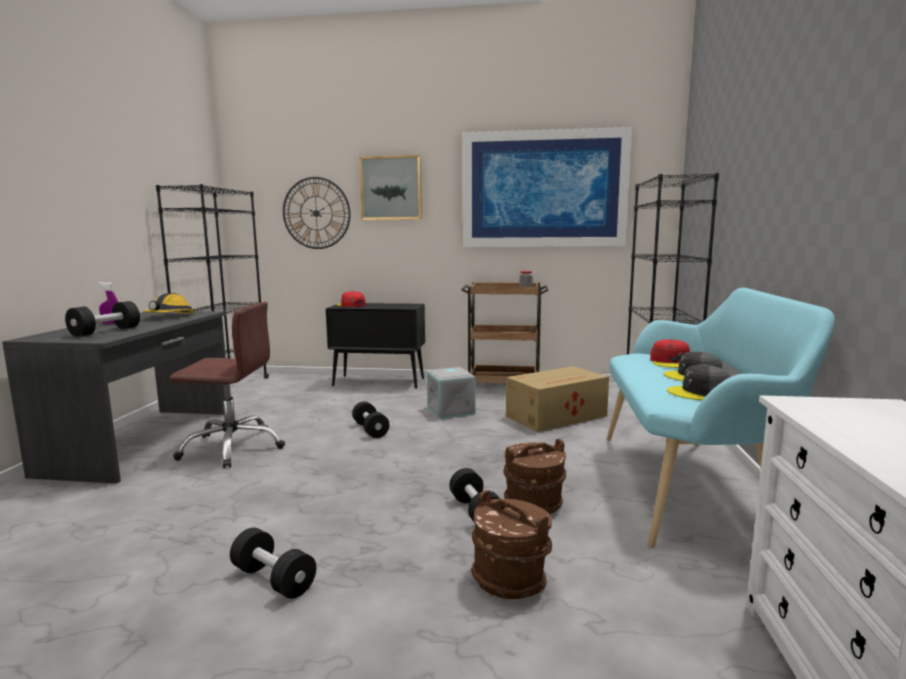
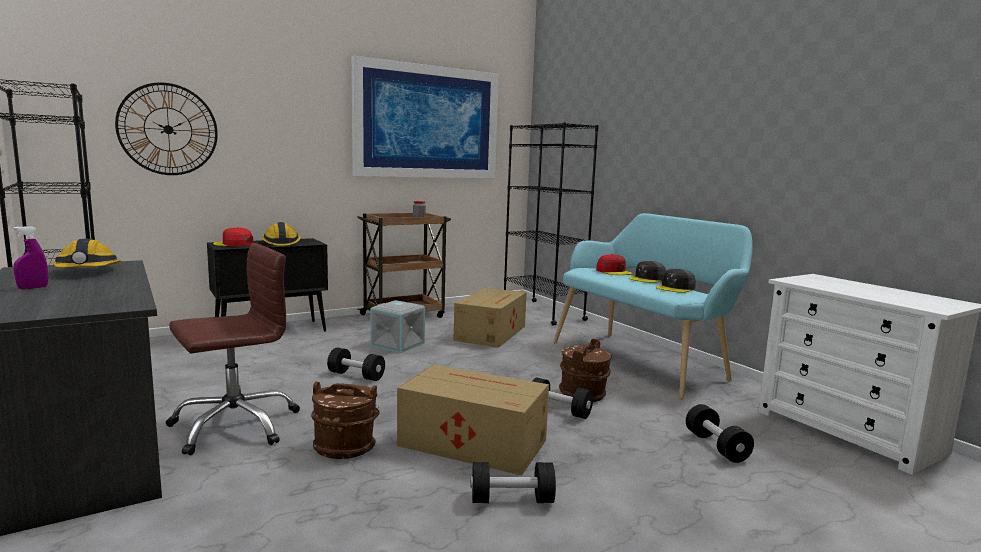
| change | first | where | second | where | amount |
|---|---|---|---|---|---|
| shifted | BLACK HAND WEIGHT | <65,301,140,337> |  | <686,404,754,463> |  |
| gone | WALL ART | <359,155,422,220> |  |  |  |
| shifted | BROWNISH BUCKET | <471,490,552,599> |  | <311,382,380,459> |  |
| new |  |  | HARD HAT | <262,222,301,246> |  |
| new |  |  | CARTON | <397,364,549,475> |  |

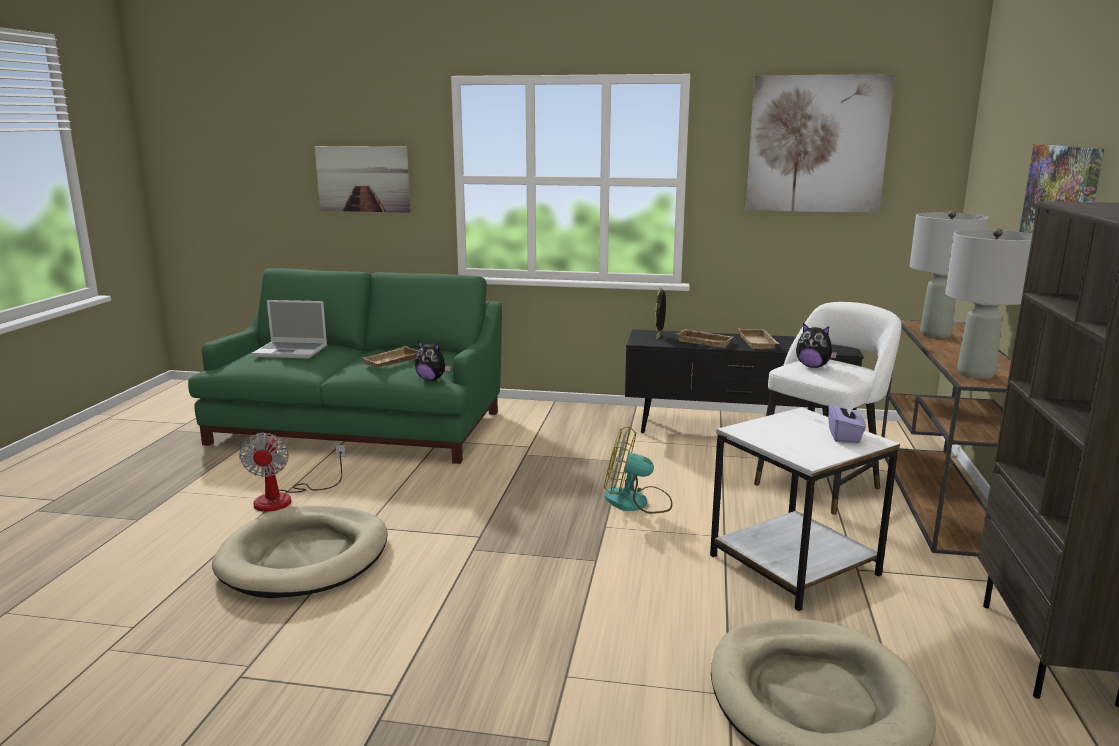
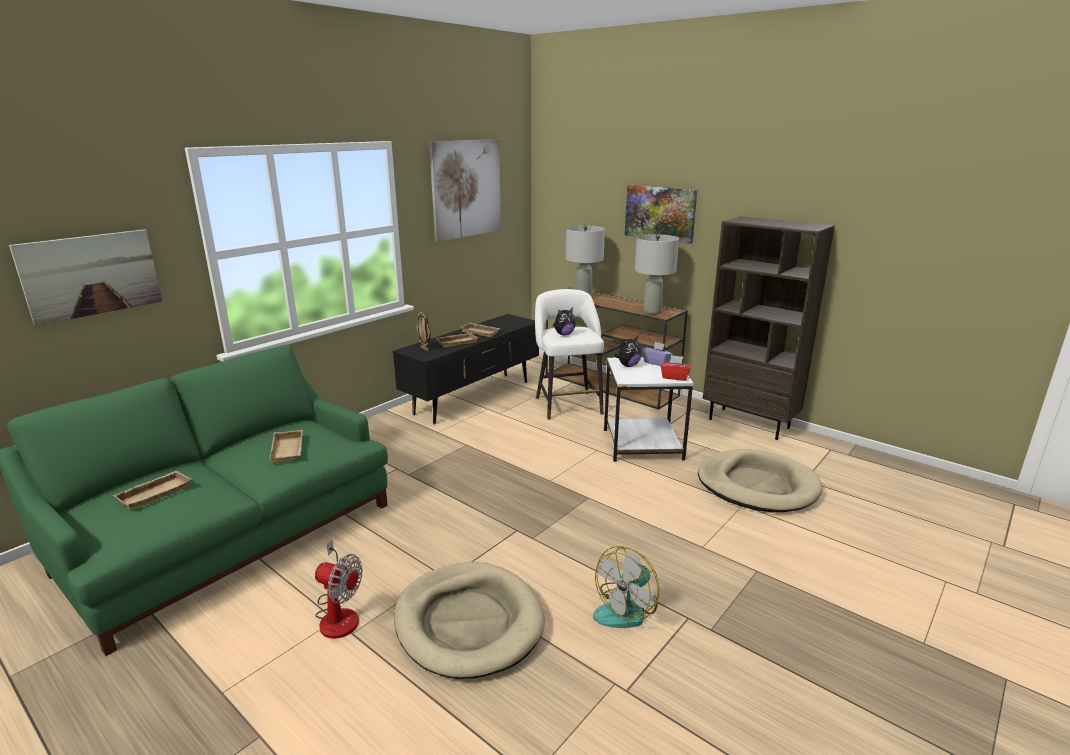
| change | first | where | second | where | amount |
|---|---|---|---|---|---|
| swapped | PORTABLE COMPUTER | <252,300,327,358> | BEIGE SERVING TRAY | <113,471,192,510> |  |
| shifted | PLUSH TOY | <415,341,451,381> |  | <614,336,641,367> |  |
| shifted | ELECTRIC FAN | <604,426,673,514> |  | <593,546,659,628> |  |
| new |  |  | RED BOX OF TISSUES | <661,355,691,381> |  |

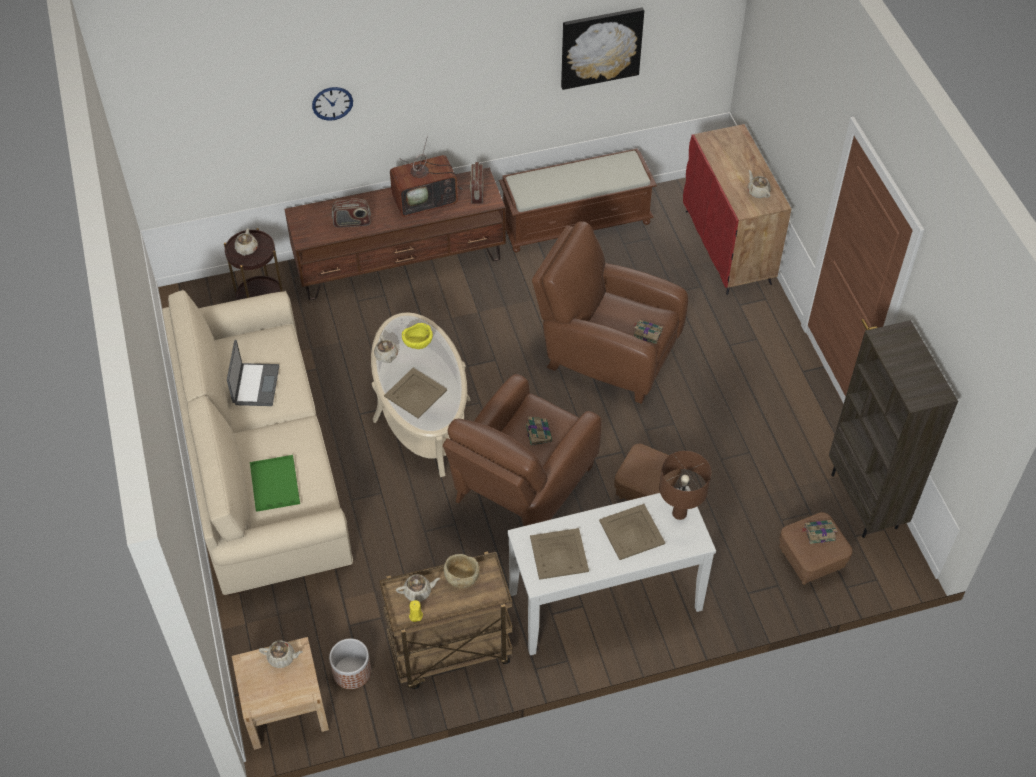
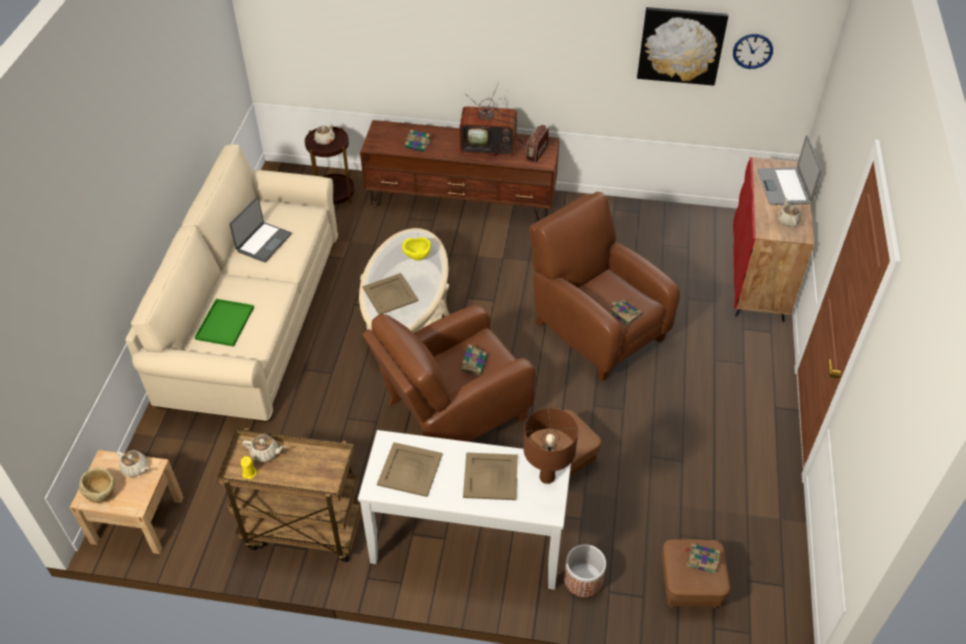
| change | first | where | second | where | amount |
|---|---|---|---|---|---|
| shifted | HANGING CLOCK | <312,87,353,121> |  | <733,34,773,69> |  |
| shifted | PLANT POT | <329,638,371,689> |  | <564,544,606,597> |  |
| swapped | RADIO | <332,198,371,227> | VOLUME | <405,130,431,152> |  |
| gone | BEIGE POT FOR TEA | <374,335,398,363> |  |  |  |
| shifted | BEIGE SERVING BOWL | <444,554,480,588> |  | <79,468,115,503> |  |
| gone | BROWNISH BENCH | <499,148,657,253> |  |  |  |
| gone | BROWNISH SHELVING UNIT | <829,320,958,538> |  |  |  |
| new |  |  | PORTABLE COMPUTER | <757,135,822,205> |  |

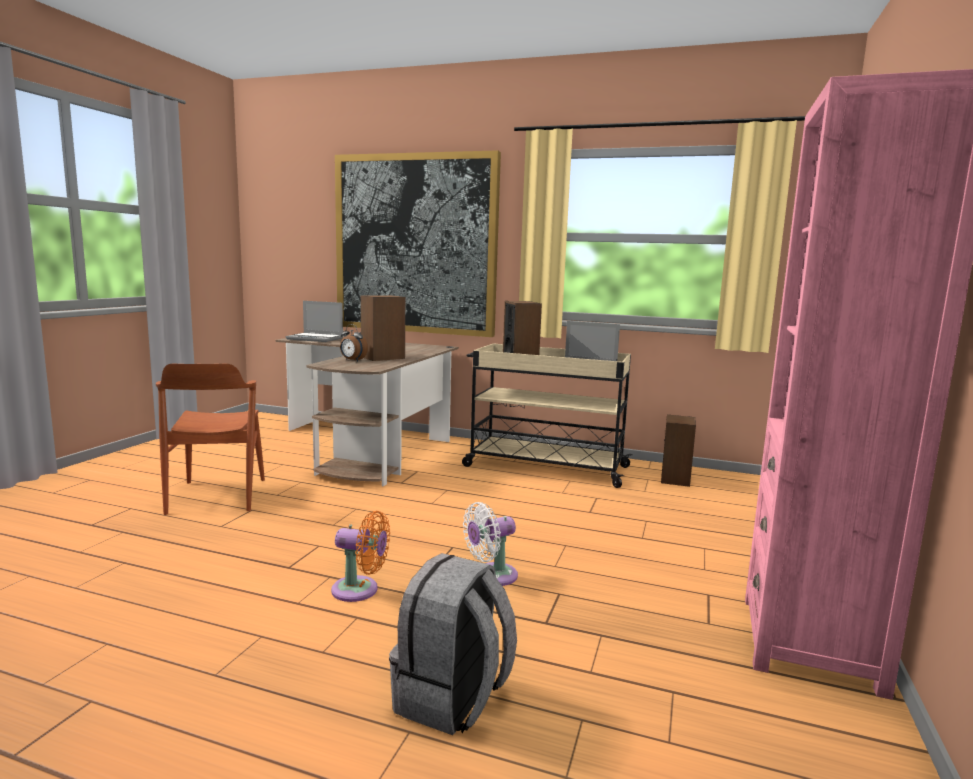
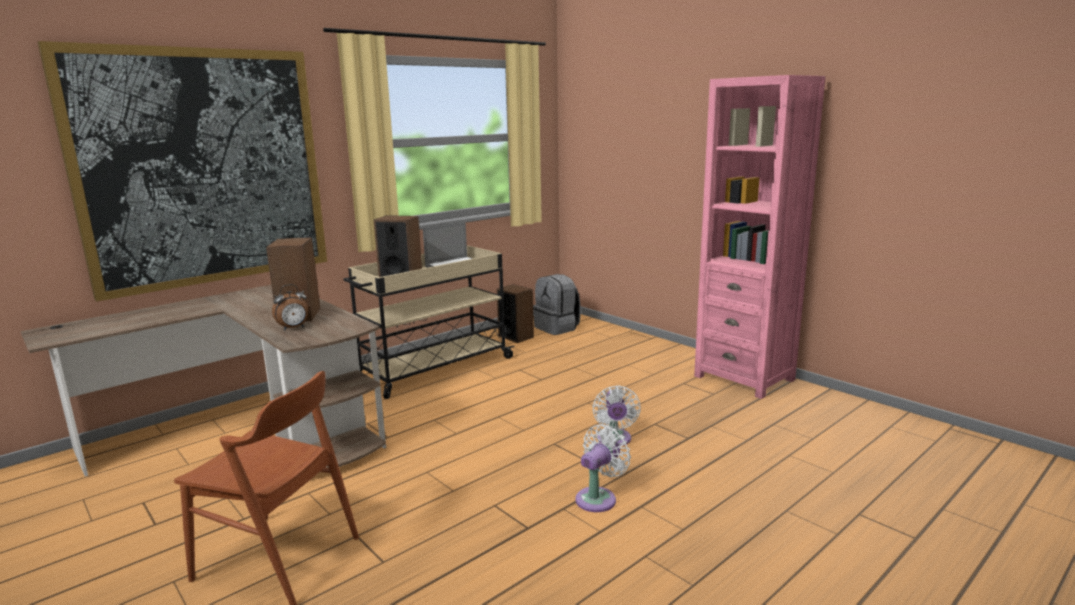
| change | first | where | second | where | amount |
|---|---|---|---|---|---|
| gone | PORTABLE COMPUTER | <286,301,343,342> |  |  |  |
| repainted | ORANGE-COLOURED ELECTRIC FAN | <331,511,390,602> | WHITE-COLOURED ELECTRIC FAN | <576,424,631,512> |  |
| shifted | GREY KNAPSACK | <389,553,517,735> |  | <533,274,581,335> |  |

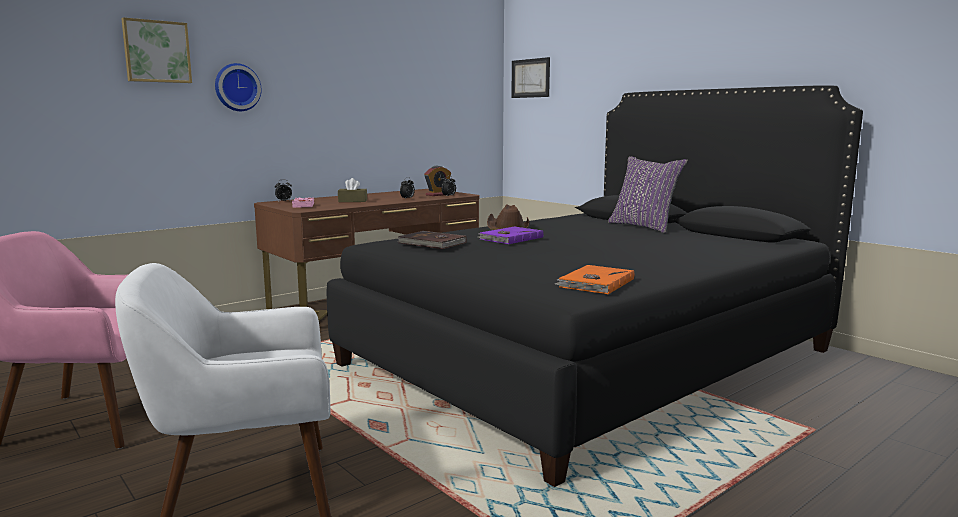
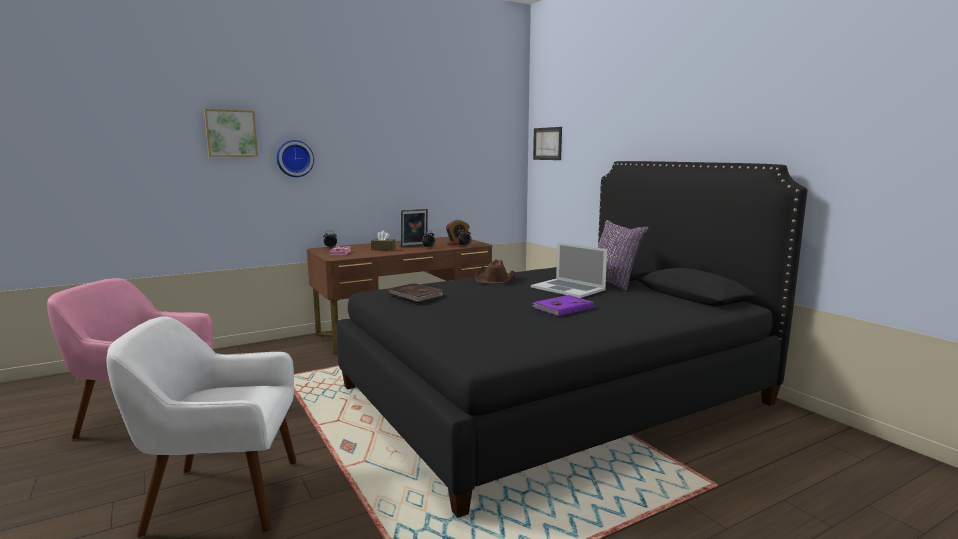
| change | first | where | second | where | amount |
|---|---|---|---|---|---|
| shifted | PURPLE-COLOURED VOLUME | <478,227,543,244> |  | <532,295,594,316> |  |
| gone | ORANGE-COLOURED VOLUME | <555,265,635,294> |  |  |  |
| new |  |  | PICTURE FRAME | <401,209,428,247> |  |
| new |  |  | PORTABLE COMPUTER | <531,242,607,298> |  |

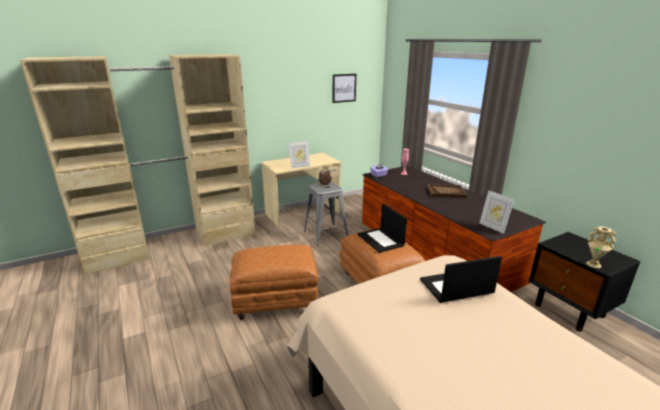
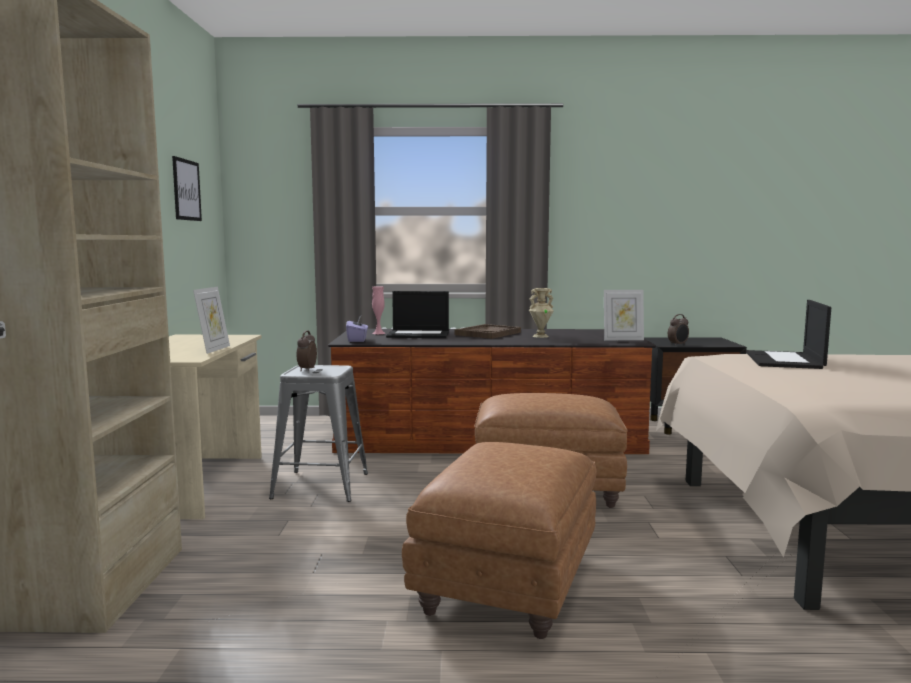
| change | first | where | second | where | amount |
|---|---|---|---|---|---|
| shifted | PORTABLE COMPUTER | <357,204,407,253> |  | <386,291,449,338> |  |
| shifted | BEIGE DECORATIVE VASE | <586,227,616,268> |  | <529,288,554,338> |  |
| new |  |  | ALARM CLOCK | <668,314,689,346> |  |

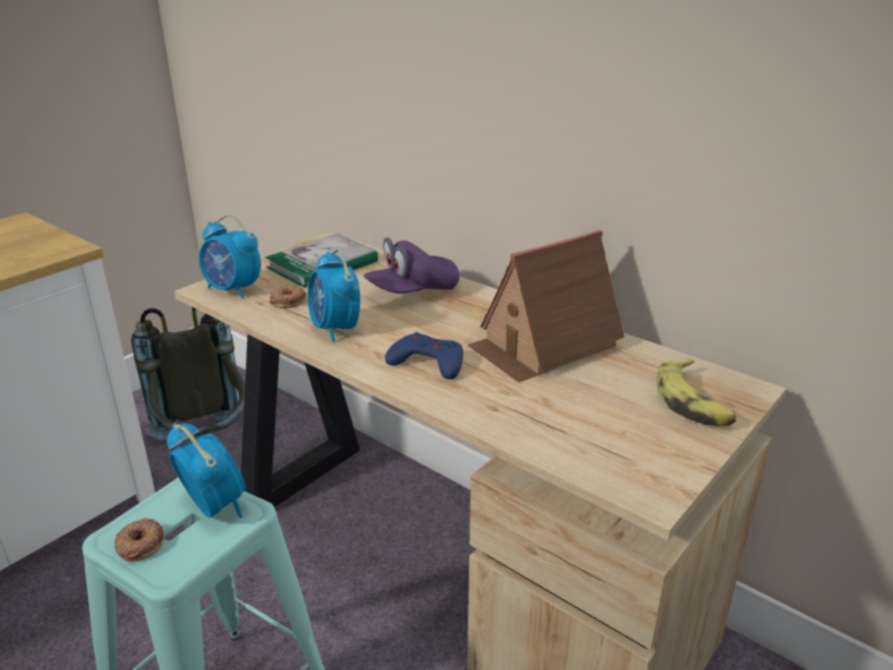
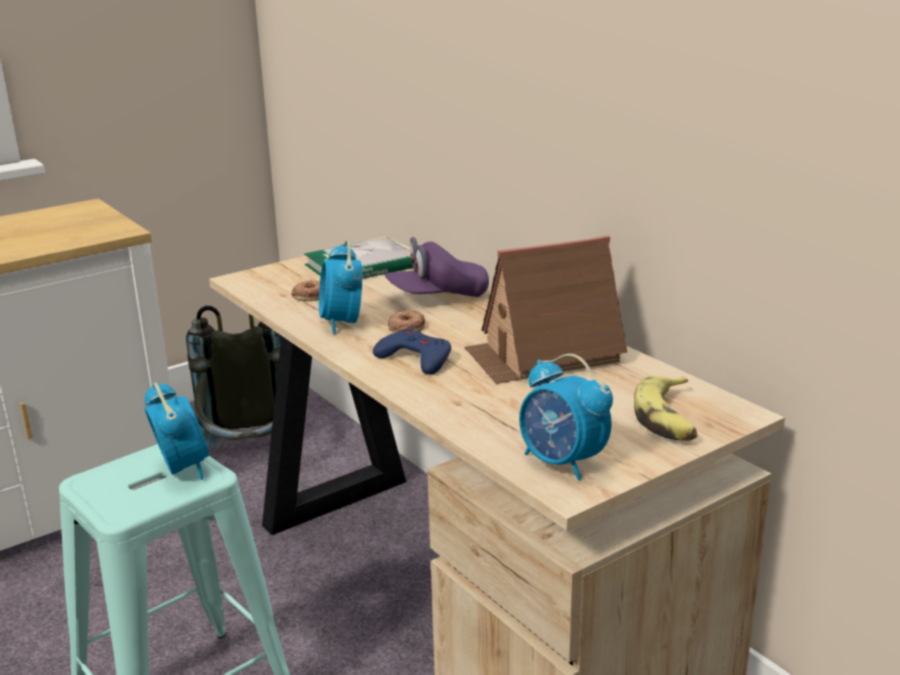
| change | first | where | second | where | amount |
|---|---|---|---|---|---|
| shifted | RING DOUGHNUT | <114,518,164,562> |  | <388,310,425,333> |  |
| shifted | ALARM CLOCK | <199,215,261,299> |  | <519,354,613,480> |  |

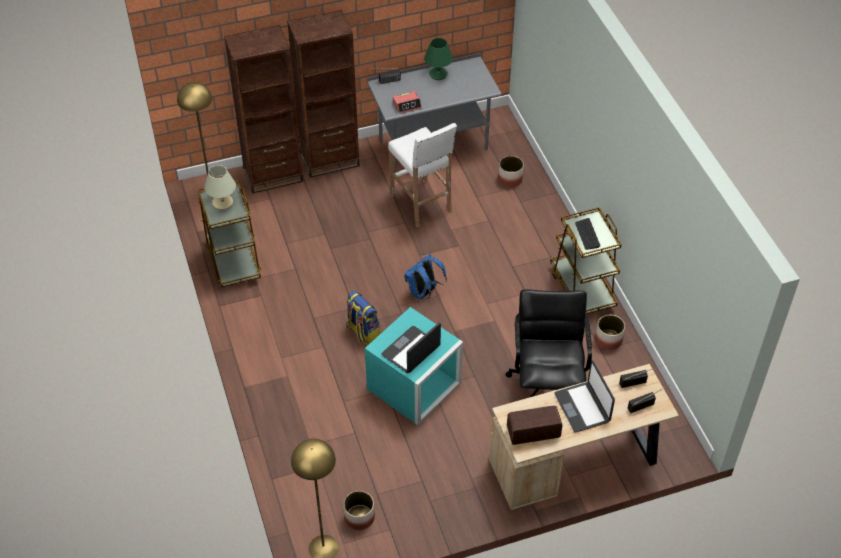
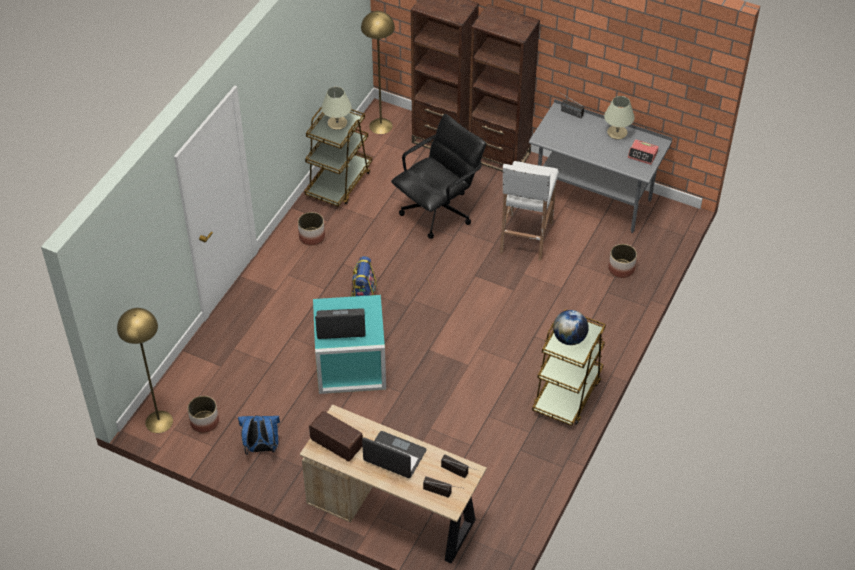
| change | first | where | second | where | amount |
|---|---|---|---|---|---|
| shifted | ALARM CLOCK | <393,91,422,114> |  | <628,139,659,165> |  |
| shifted | BLUISH KNAPSACK | <404,254,447,300> |  | <238,415,280,455> |  |
| repainted | GREENISH TABLETOP LAMP | <424,38,453,80> | BEIGE TABLETOP LAMP | <604,96,635,140> |  |
| shifted | BLACK COMPUTER CHAIR | <505,289,592,398> |  | <391,114,486,239> |  |
| rotated | PORTABLE COMPUTER | <554,361,615,432> |  | <362,431,426,478> | 90 degrees clockwise |
| swapped | PC KEYBOARD | <575,218,600,250> | DESK GLOBE | <553,310,589,345> |  |
| shifted | PLANT POT | <595,315,625,350> |  | <298,212,325,245> |  |

